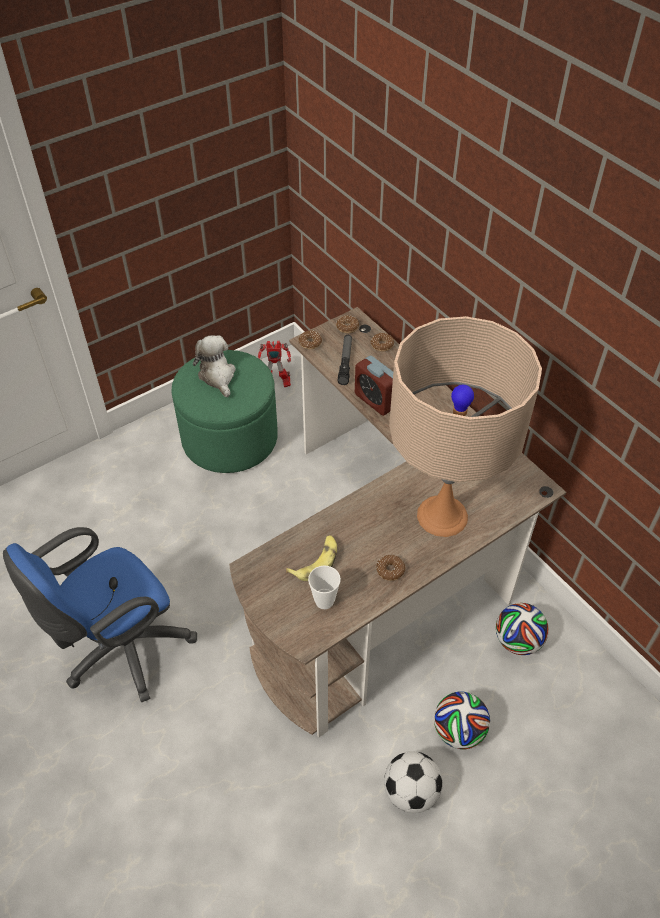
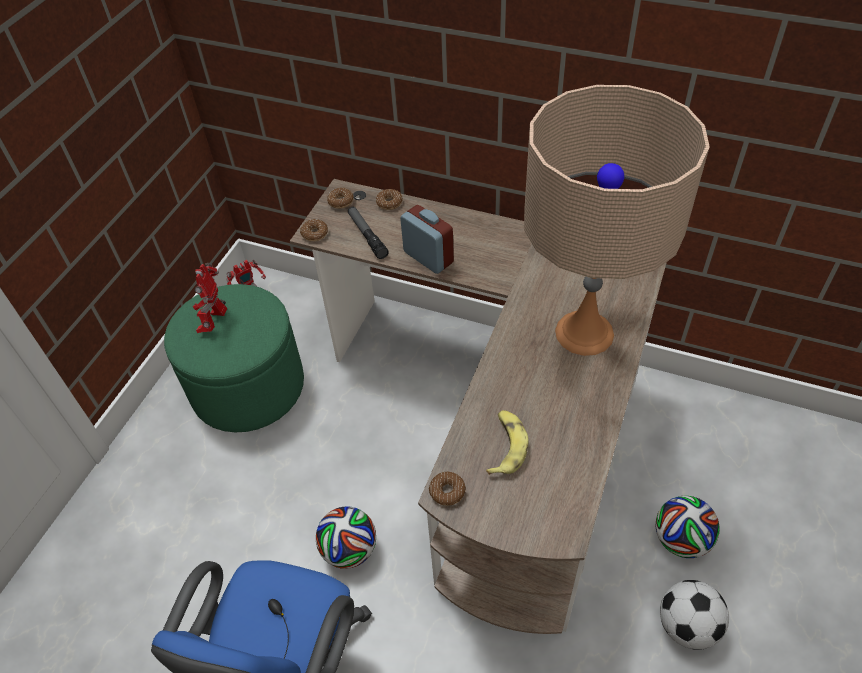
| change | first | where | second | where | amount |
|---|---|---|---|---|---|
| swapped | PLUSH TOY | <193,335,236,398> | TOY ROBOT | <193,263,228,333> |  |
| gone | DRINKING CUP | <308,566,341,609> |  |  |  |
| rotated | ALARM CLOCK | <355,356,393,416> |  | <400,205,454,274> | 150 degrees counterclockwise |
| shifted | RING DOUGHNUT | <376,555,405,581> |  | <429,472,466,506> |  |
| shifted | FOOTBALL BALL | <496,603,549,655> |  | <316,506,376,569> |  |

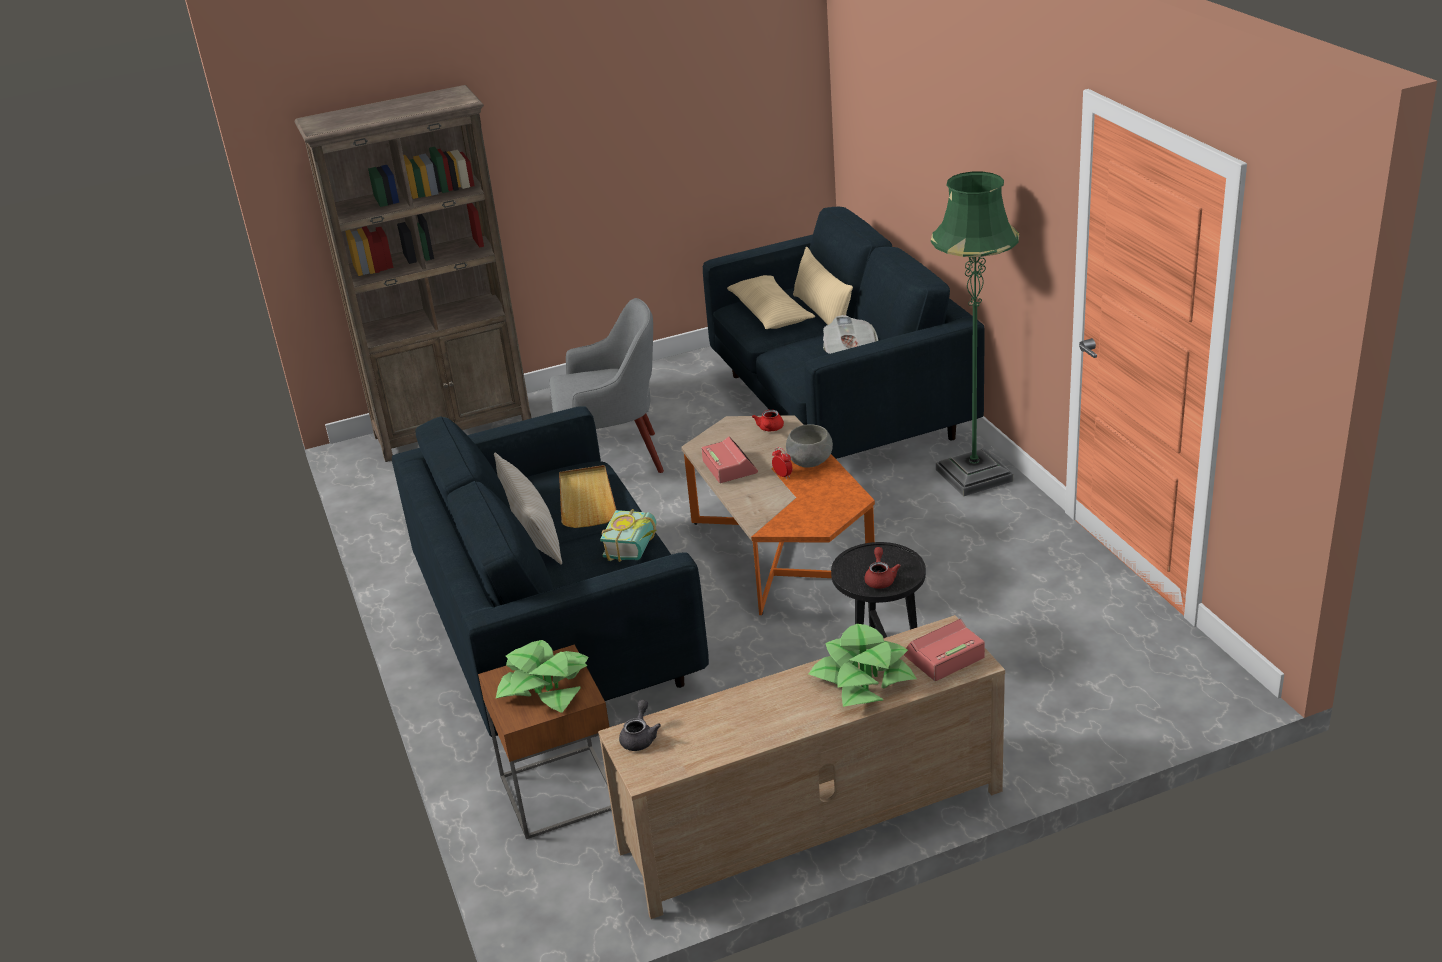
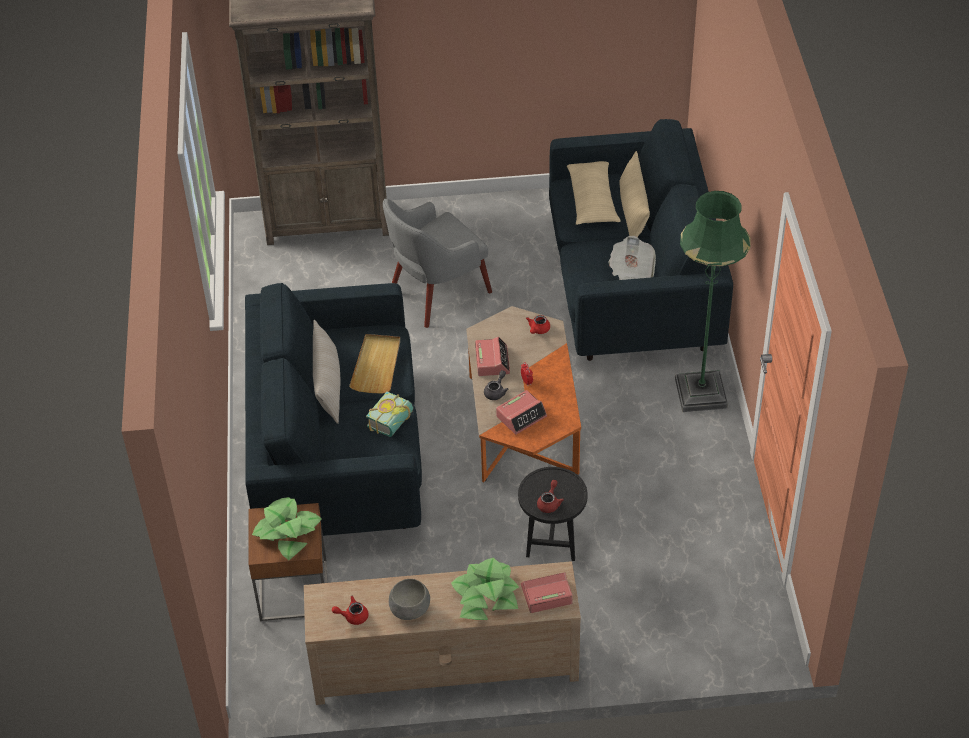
| change | first | where | second | where | amount |
|---|---|---|---|---|---|
| rotated | GREY LOUNGE CHAIR | <549,298,664,473> |  | <383,199,492,328> | 135 degrees clockwise |
| shifted | GREY POT FOR TEA | <619,699,661,751> |  | <484,370,509,400> |  |
| shifted | GREY SERVING BOWL | <786,424,833,468> |  | <389,579,430,620> |  |
| new |  |  | RED POT FOR TEA | <332,595,369,625> |  |
| new |  |  | ALARM CLOCK | <496,390,547,435> |  |

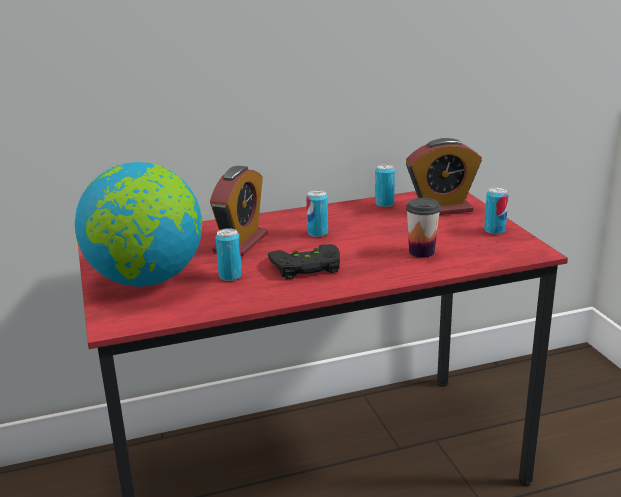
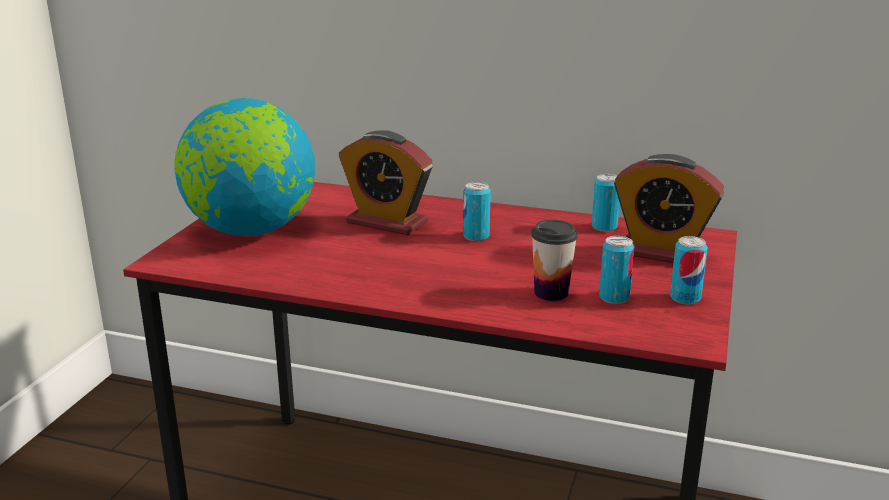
| change | first | where | second | where | amount |
|---|---|---|---|---|---|
| rotated | ALARM CLOCK | <210,166,268,257> |  | <339,130,433,235> | 60 degrees clockwise |
| shifted | METAL CAN | <215,228,242,281> |  | <599,236,635,304> |  |
| gone | BLACK JOYPAD | <268,244,340,279> |  |  |  |

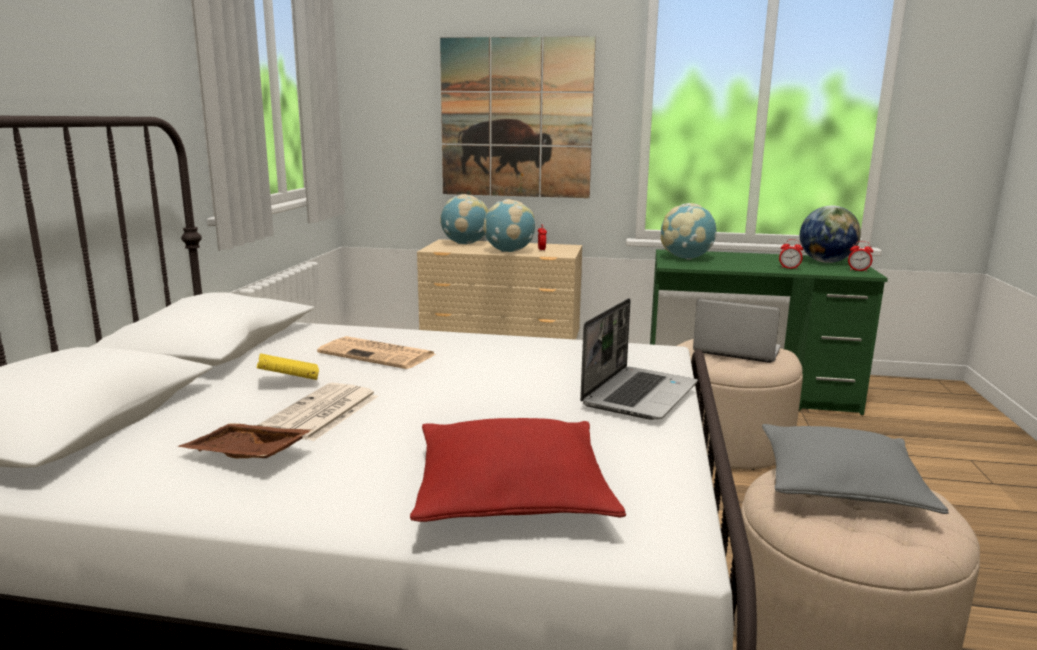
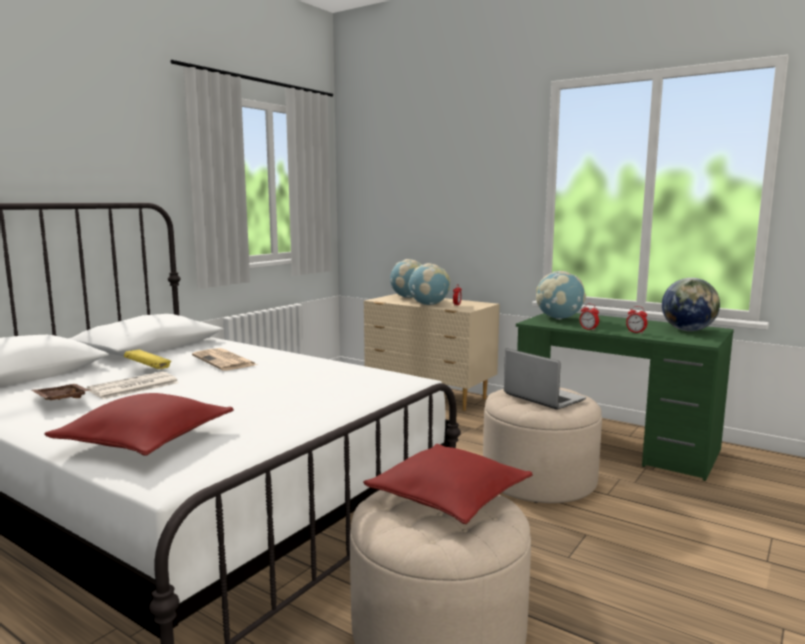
| change | first | where | second | where | amount |
|---|---|---|---|---|---|
| gone | WALL ART | <440,36,596,198> |  |  |  |
| gone | PORTABLE COMPUTER | <580,298,698,420> |  |  |  |
| repainted | GREY THROW PILLOW | <762,424,949,514> | RED THROW PILLOW | <363,444,533,524> |  |
| shifted | ALARM CLOCK | <848,241,873,272> |  | <580,304,599,331> |  |

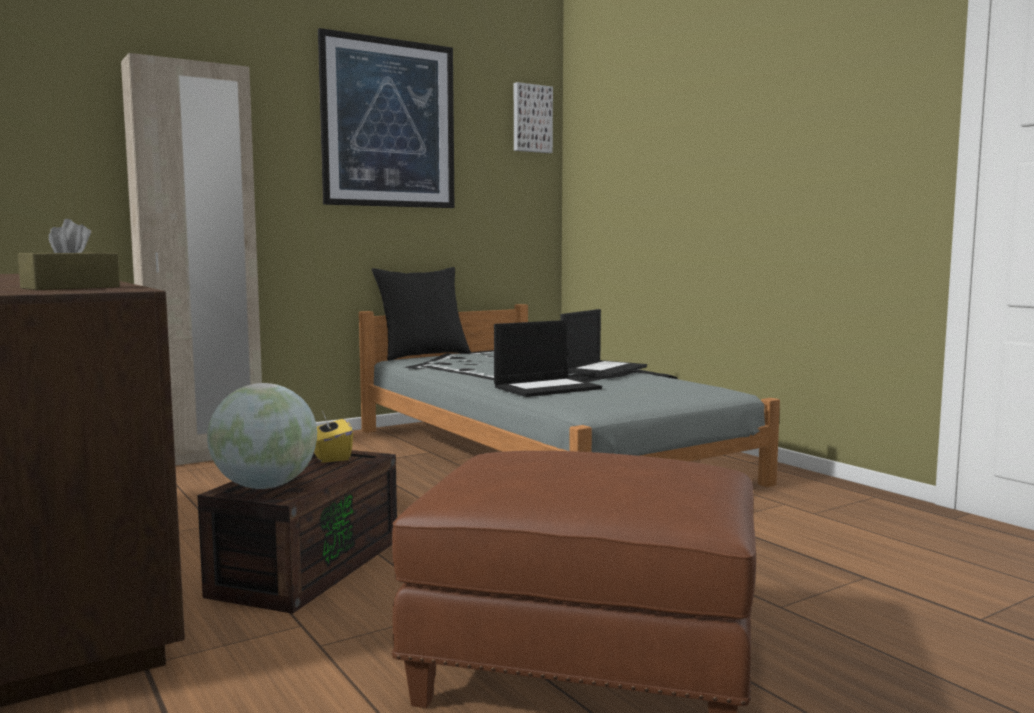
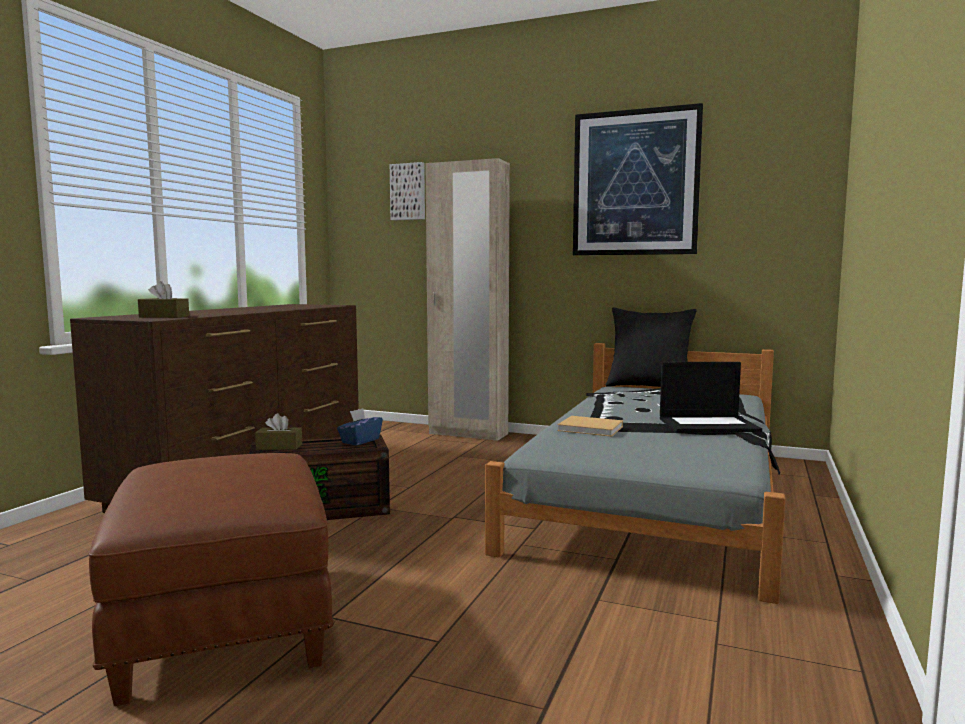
| change | first | where | second | where | amount |
|---|---|---|---|---|---|
| swapped | DESK GLOBE | <207,383,317,489> | BROWNISH BOX OF TISSUES | <255,413,302,450> |  |
| repainted | YELLOW BOX OF TISSUES | <314,411,353,463> | BLUISH BOX OF TISSUES | <337,408,383,445> |  |
| swapped | PORTABLE COMPUTER | <494,320,602,397> | BEIGE VOLUME | <557,416,623,437> |  |
| shifted | WALL ART | <514,82,553,153> |  | <390,162,425,220> |  |

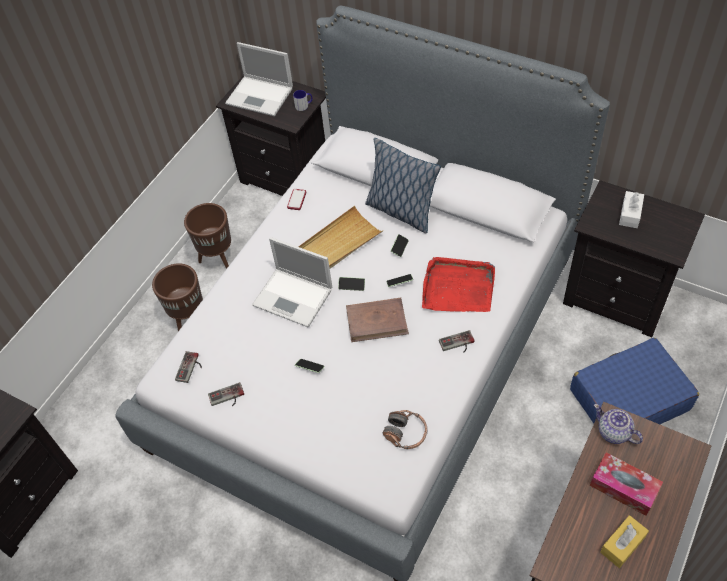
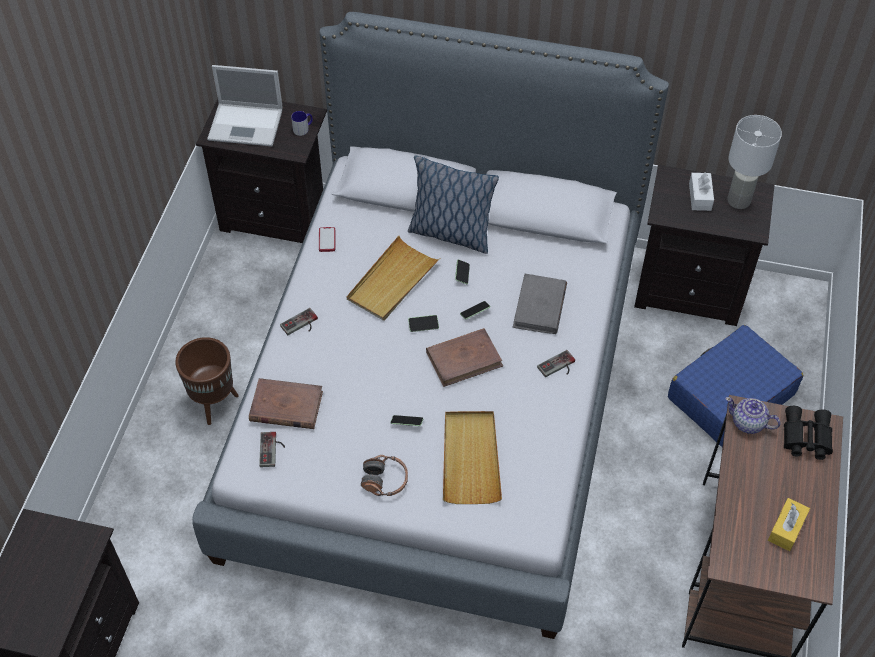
| change | first | where | second | where | amount |
|---|---|---|---|---|---|
| gone | BROWNISH PLANT POT | <184,203,231,269> |  |  |  |
| shifted | JOYPAD | <208,382,244,407> |  | <280,308,318,335> |  |
| gone | PORTABLE COMPUTER | <252,237,332,328> |  |  |  |
| shifted | PAIR OF HEADPHONES | <382,410,427,449> |  | <361,455,408,496> |  |
| swapped | RED SERVING TRAY | <422,257,495,312> | GREY VOLUME | <512,274,567,334> |  |
| gone | BOX OF TISSUES | <590,452,663,516> |  |  |  |
| new |  |  | BROWNISH VOLUME | <249,378,323,429> |  |
| new |  |  | BEIGE SERVING TRAY | <443,411,502,504> |  |
| new |  |  | WHITE-COLOURED TABLETOP LAMP | <727,115,782,209> |  |
| new |  |  | BLACK PAIR OF BINOCULARS | <784,406,833,460> |  |

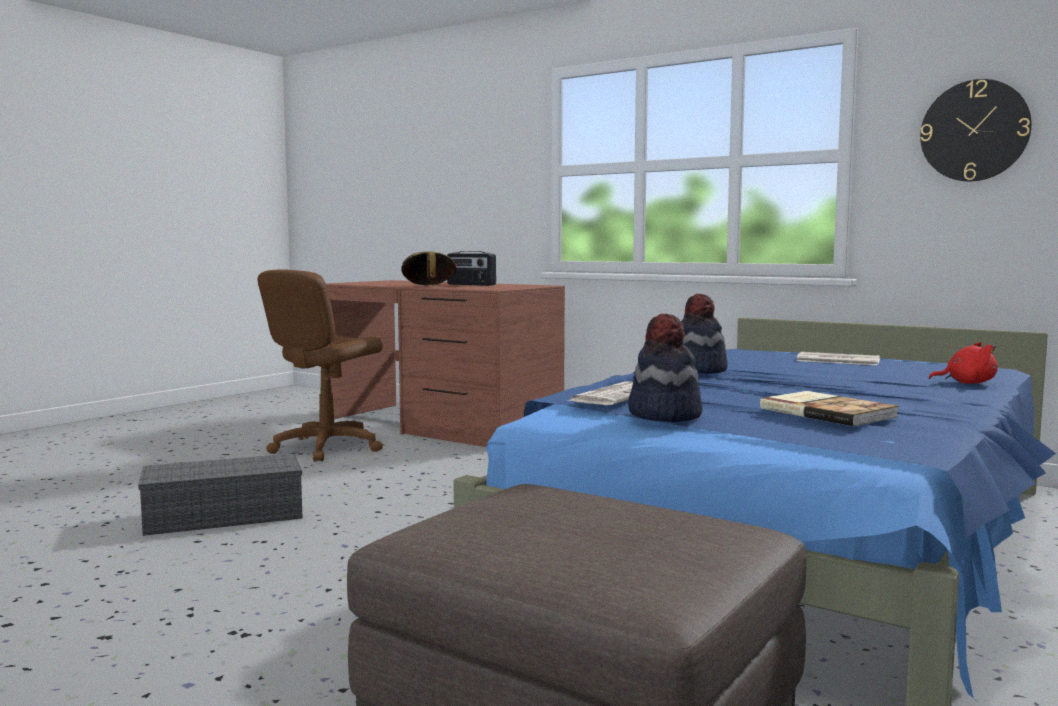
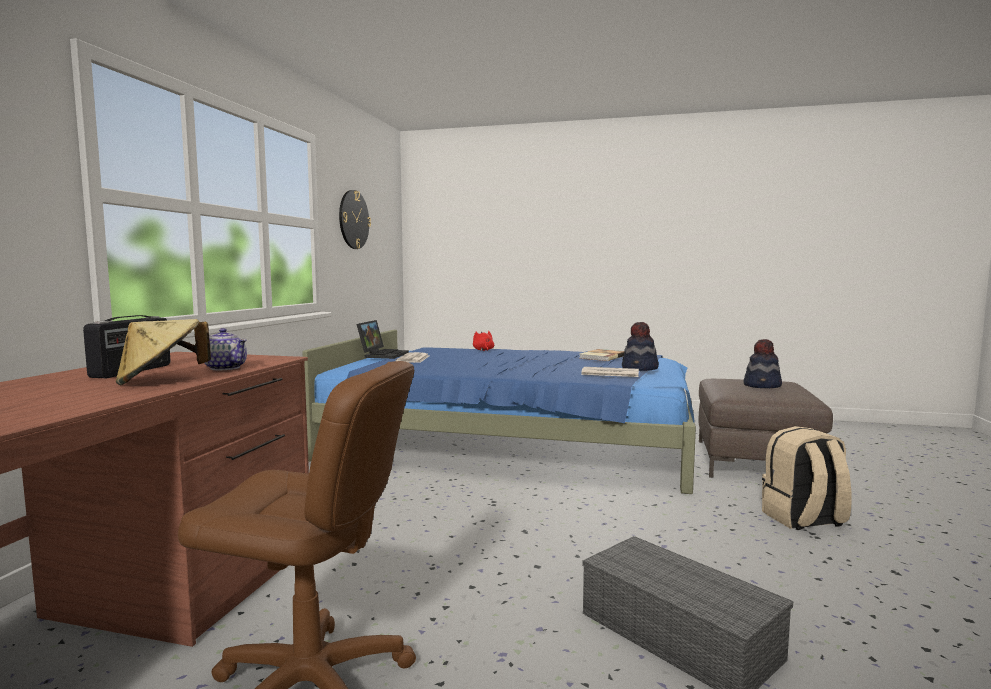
| change | first | where | second | where | amount |
|---|---|---|---|---|---|
| shifted | HAT | <681,294,728,374> |  | <743,339,782,388> |  |
| new |  |  | POT FOR TEA | <204,328,247,370> |  |
| new |  |  | PORTABLE COMPUTER | <356,320,409,359> |  |
| new |  |  | BEIGE KNAPSACK | <762,426,852,530> |  |

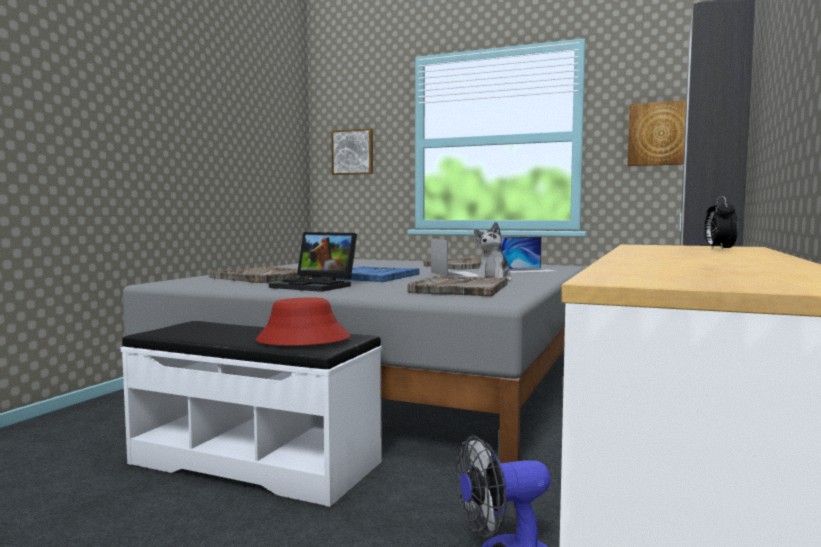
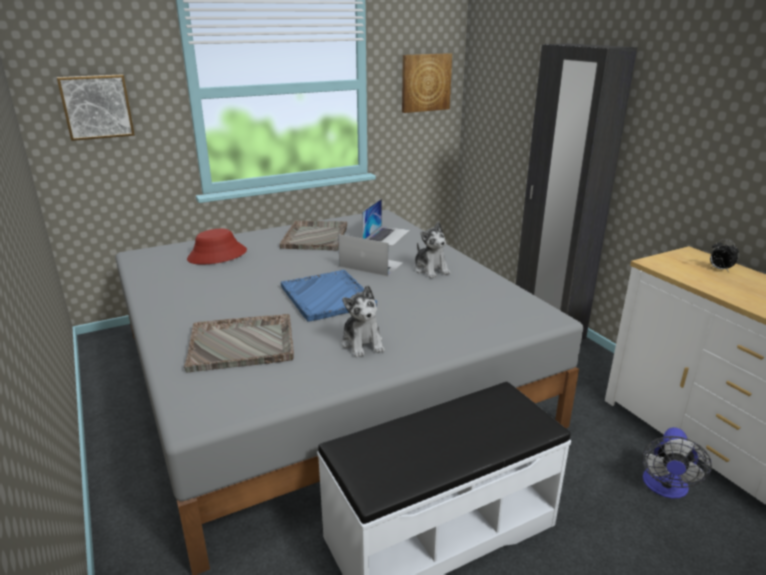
| change | first | where | second | where | amount |
|---|---|---|---|---|---|
| shifted | RED HAT | <256,298,350,346> |  | <187,229,247,265> |  |
| swapped | PORTABLE COMPUTER | <269,232,357,292> | PLUSH TOY | <341,285,385,357> |  |
| gone | GREY SERVING TRAY | <408,276,508,296> |  |  |  |

